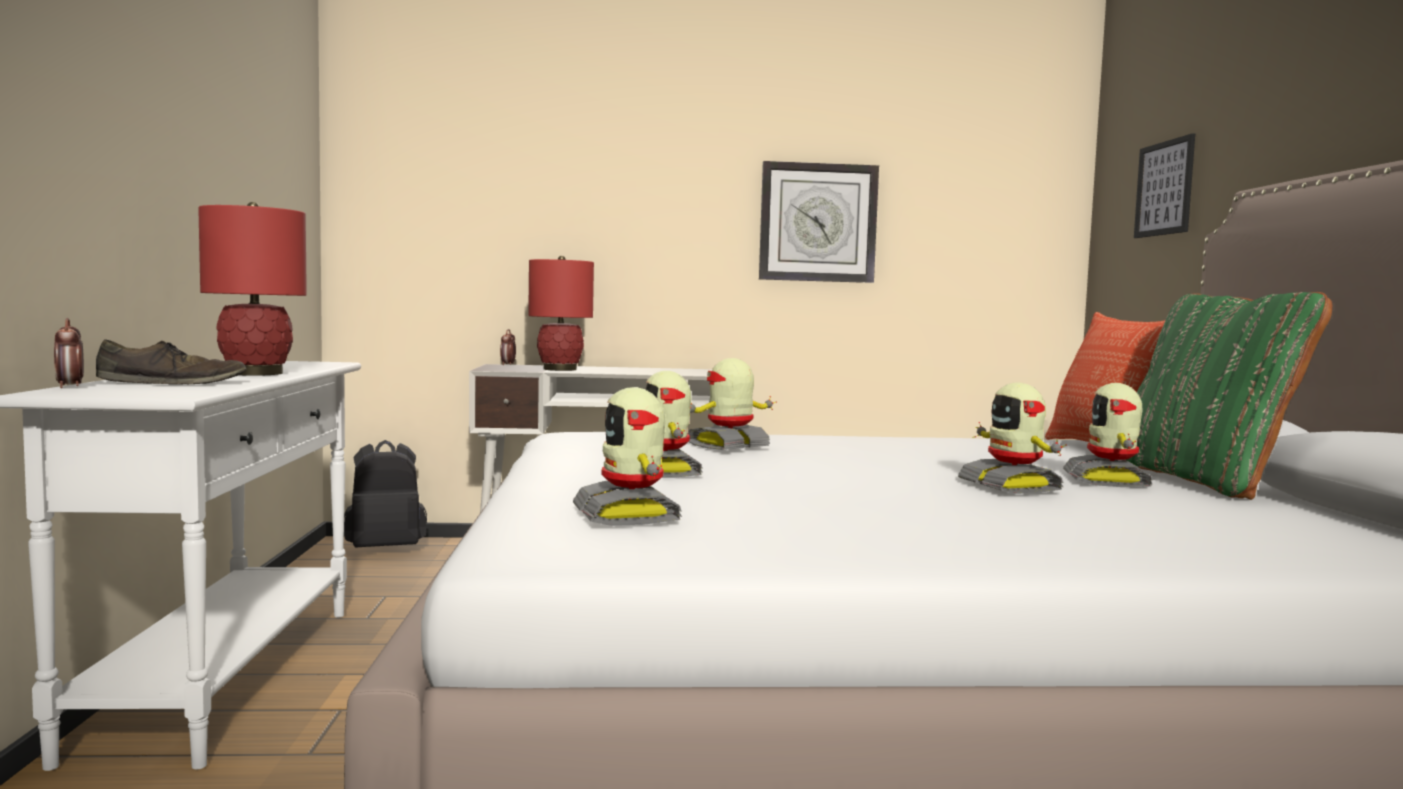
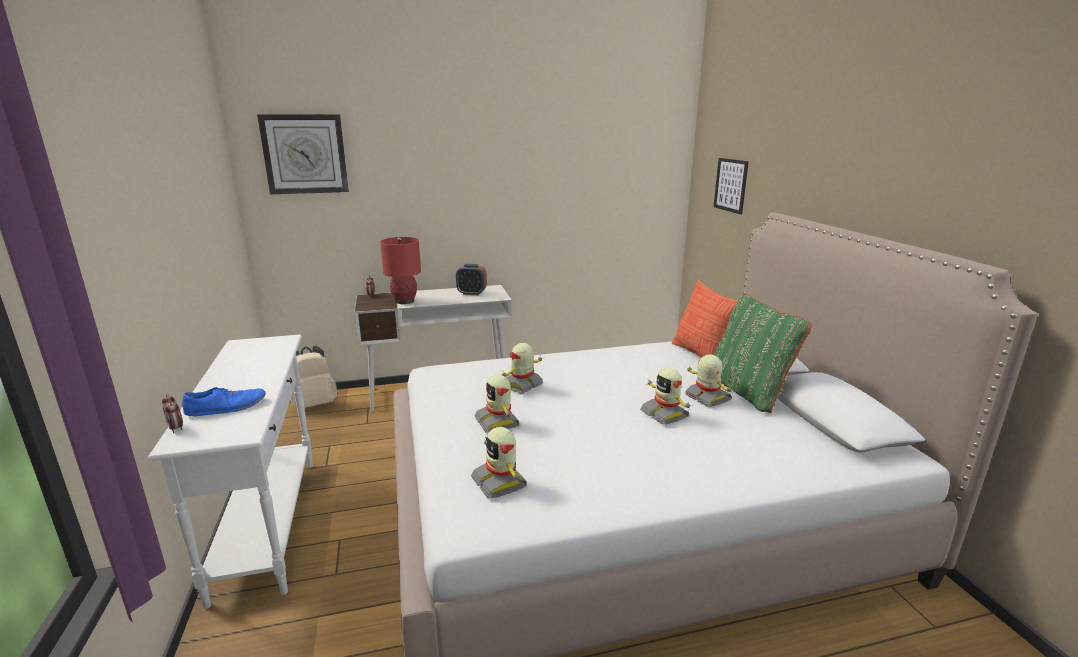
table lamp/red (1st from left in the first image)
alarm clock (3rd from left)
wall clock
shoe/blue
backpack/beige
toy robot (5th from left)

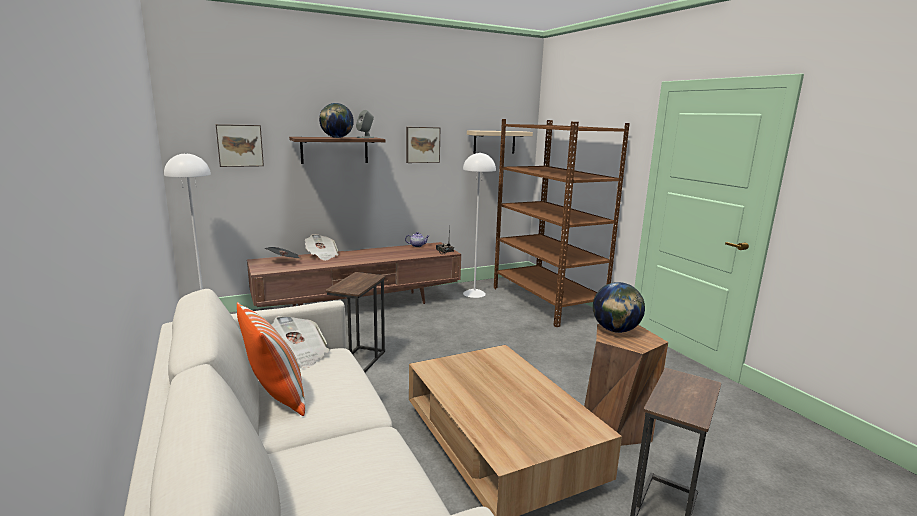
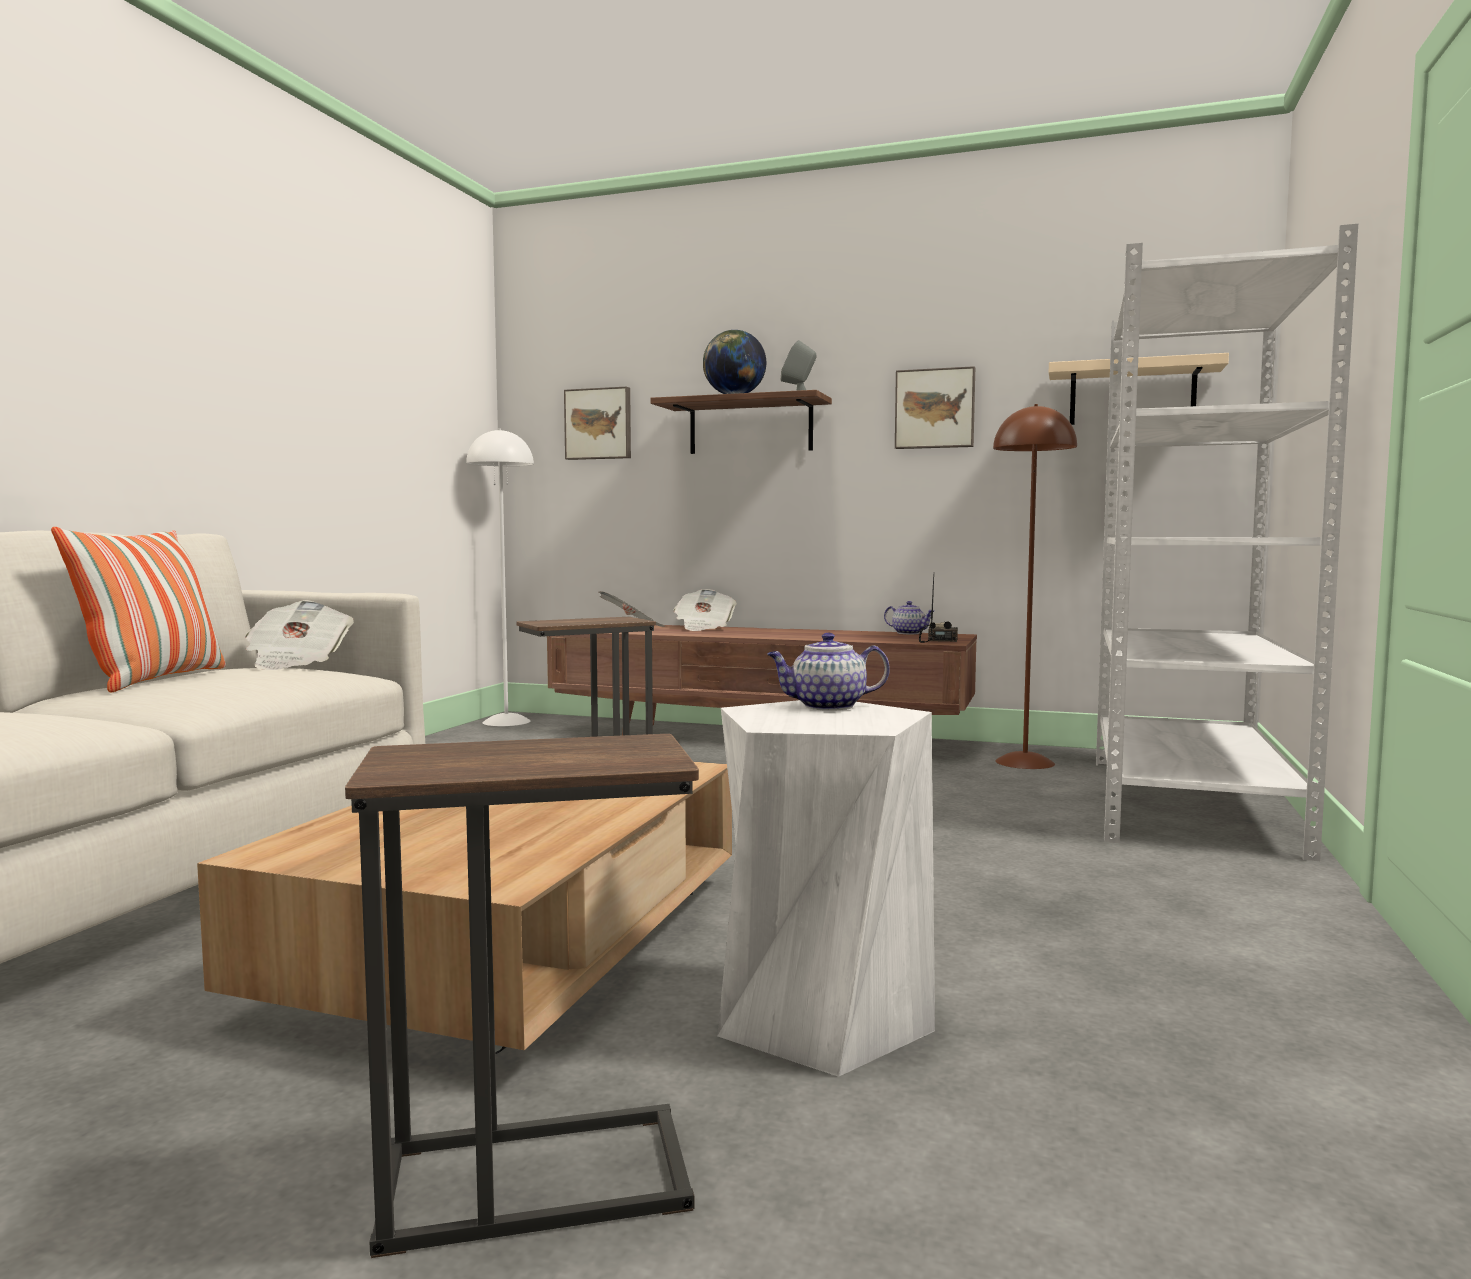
teapot (1st from left)
floor lamp/brown
bookcase/white
stool/white

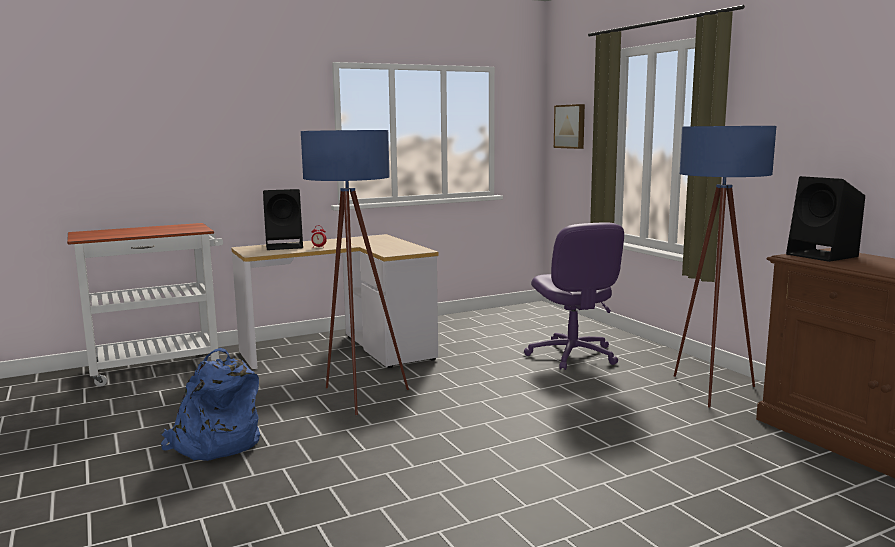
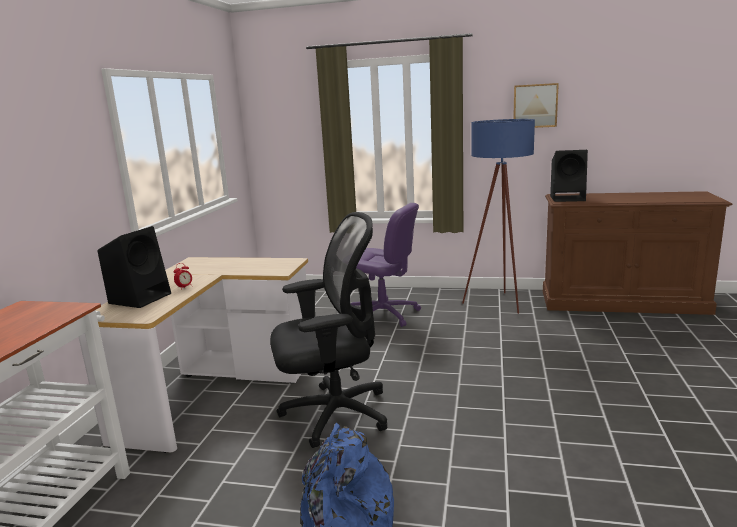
picture
office chair/black

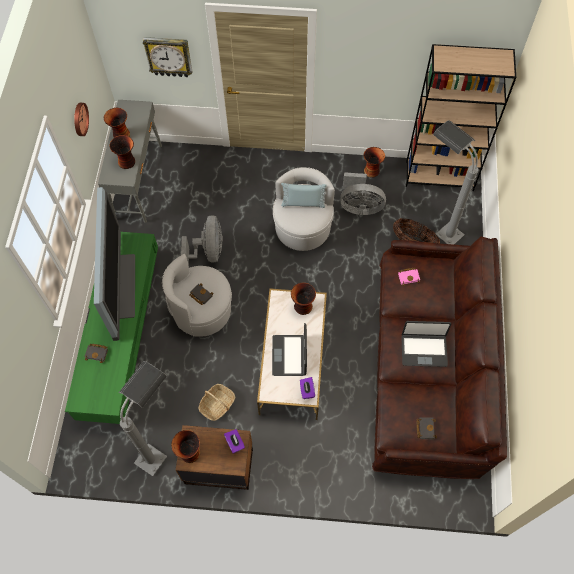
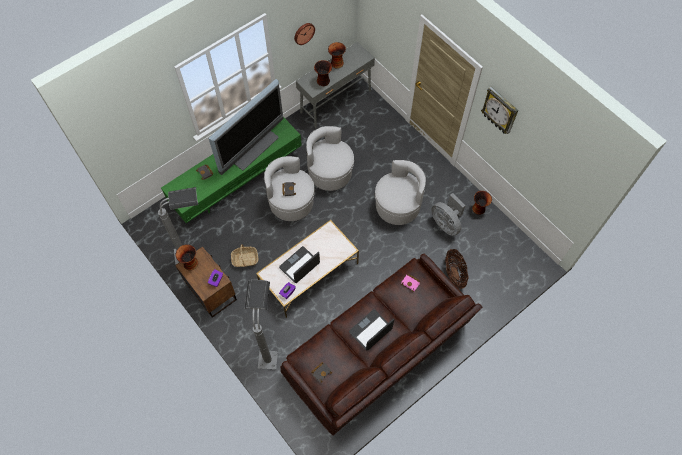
pillow/blue
vase (4th from left in the first image)
bookcase/beige
wall clock (2nd from left)
floor lamp/grey (2nd from left)
armchair/white (2nd from left)
laptop (2nd from left)

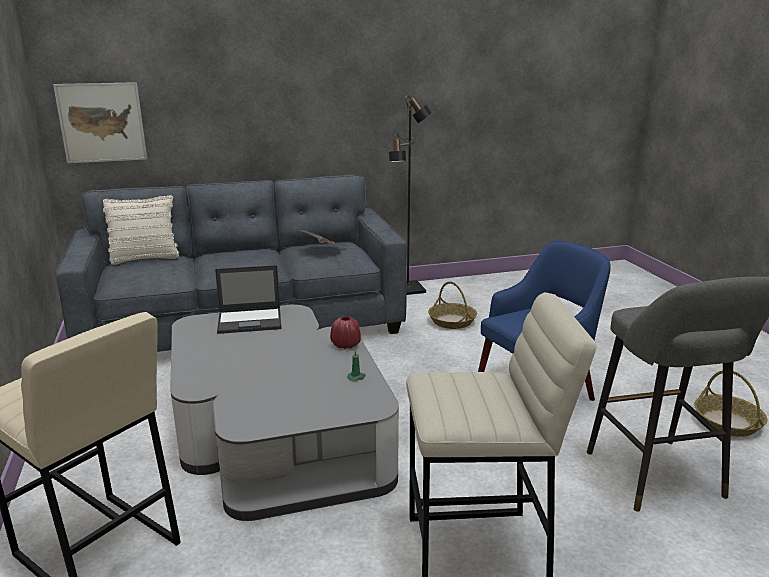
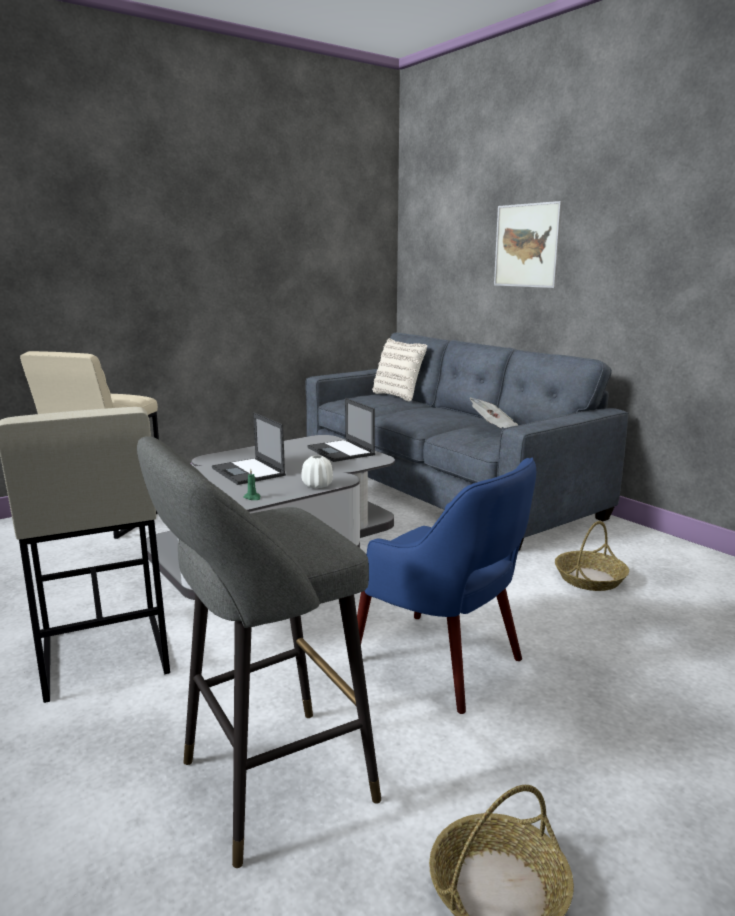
floor lamp/black
laptop (1st from left)
picture
vase/white

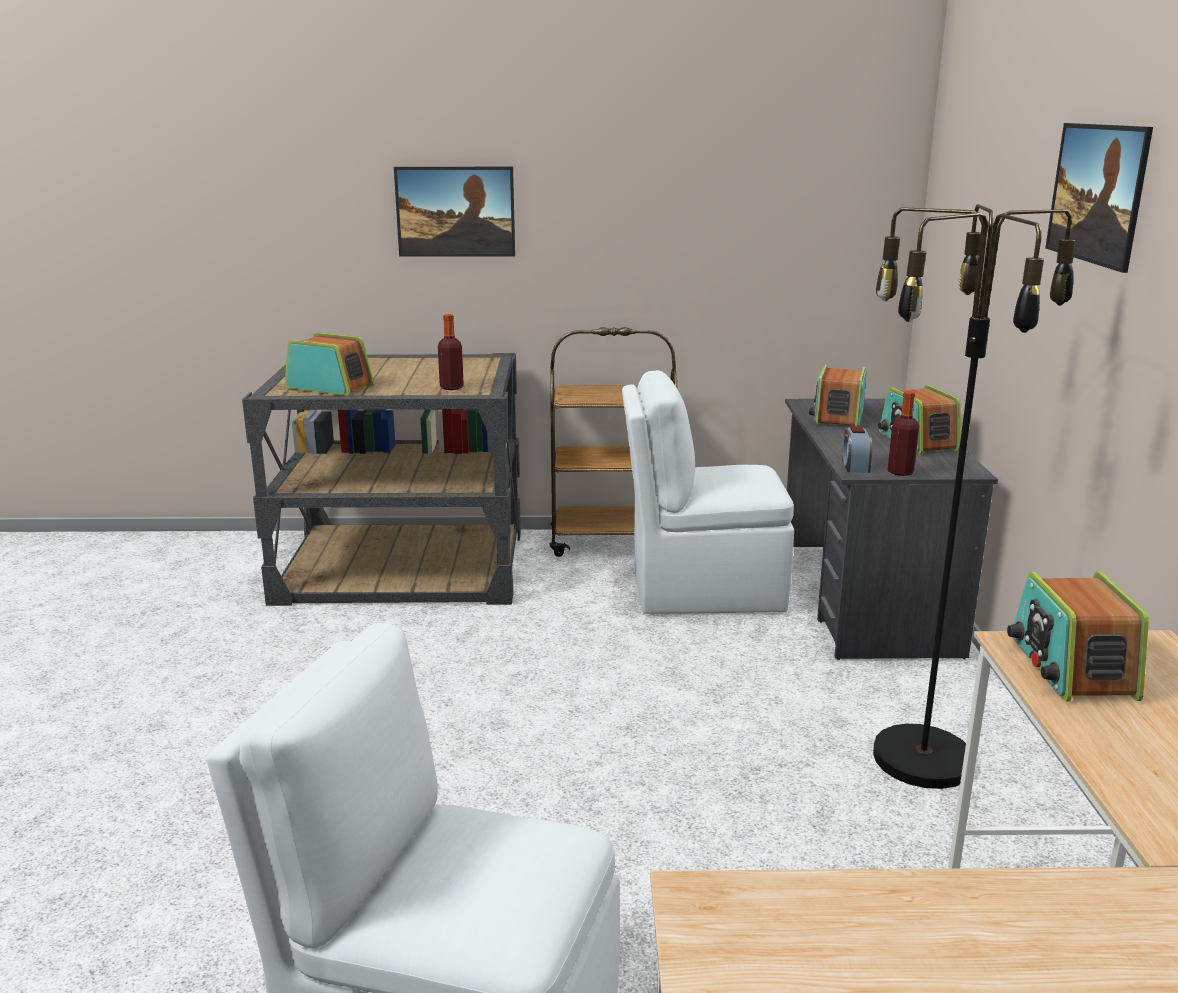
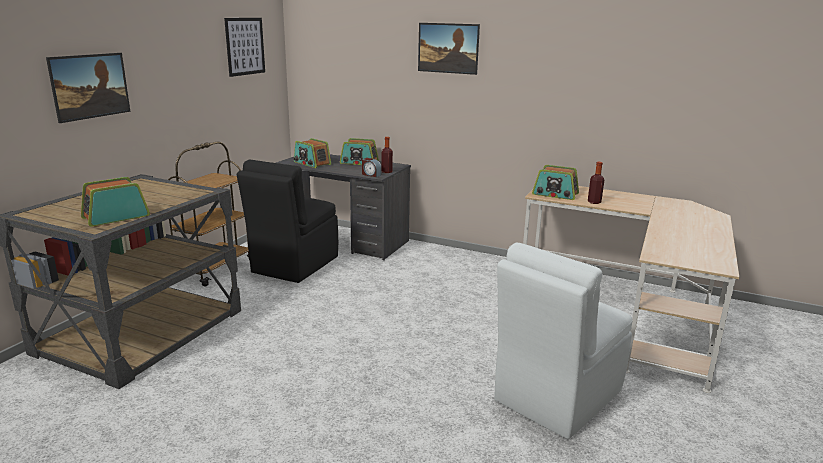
floor lamp
picture (2nd from left)
bottle (2nd from left)
chair/black

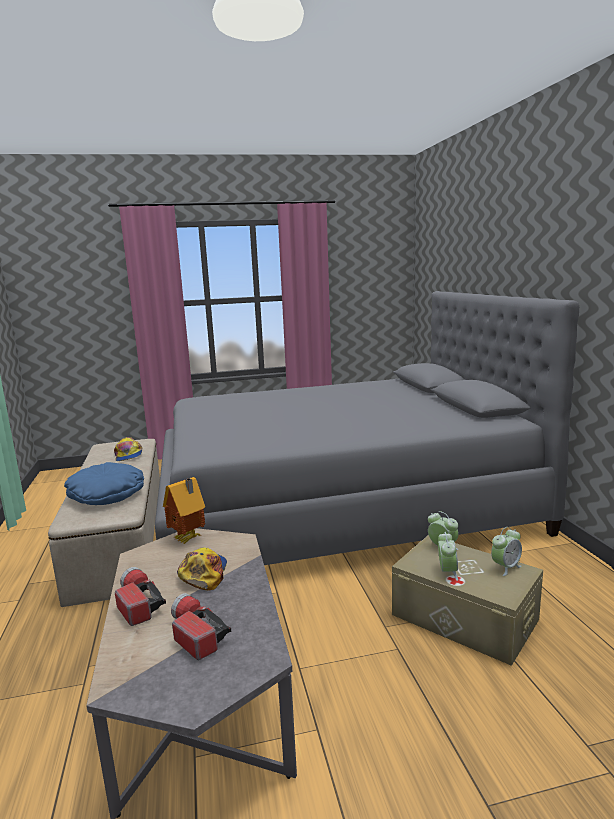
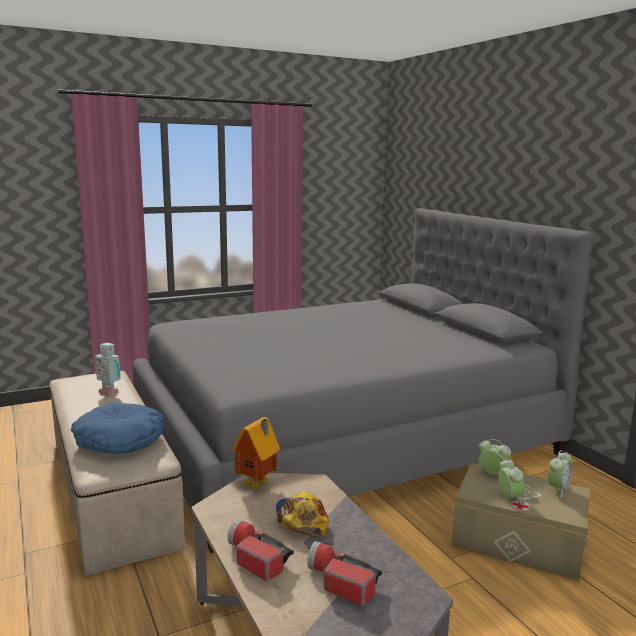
toy robot

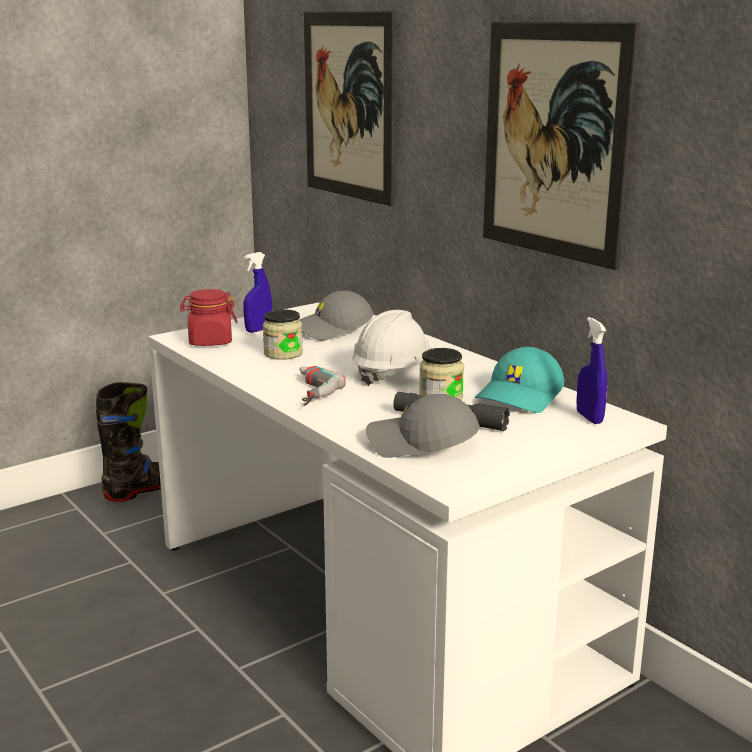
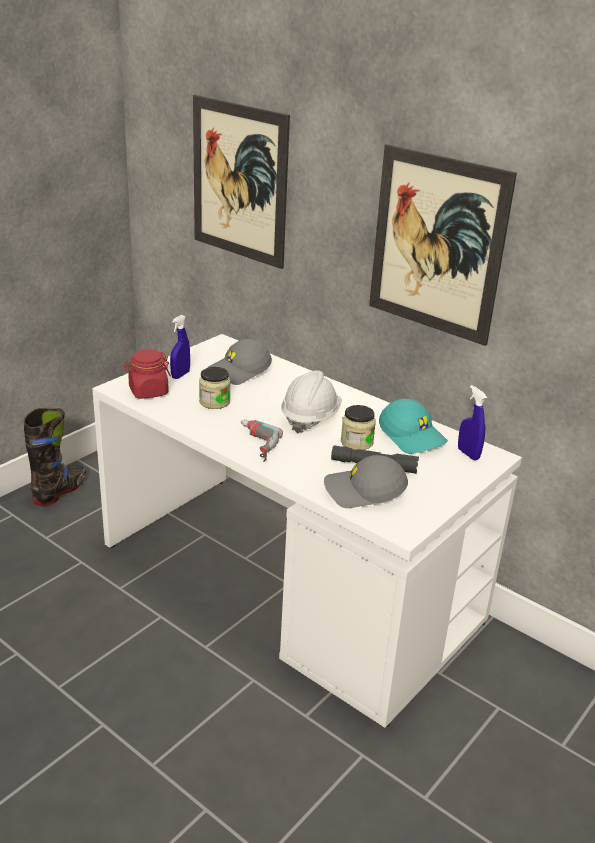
cap/turquoise

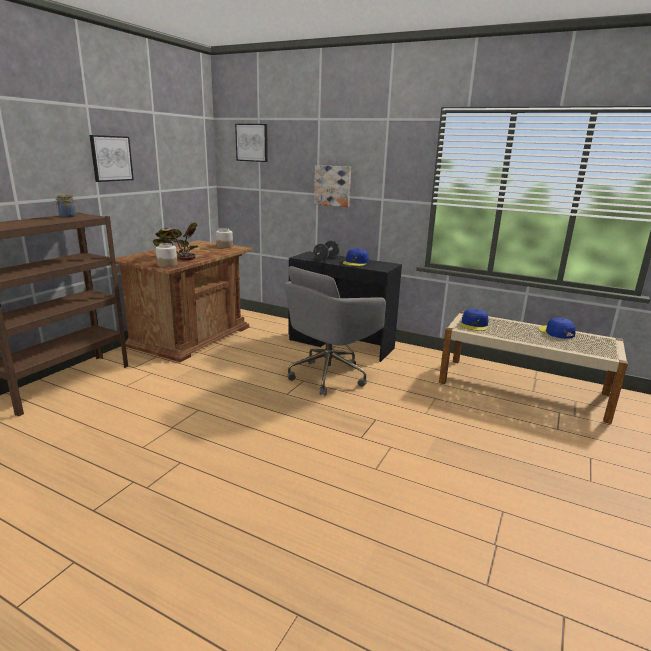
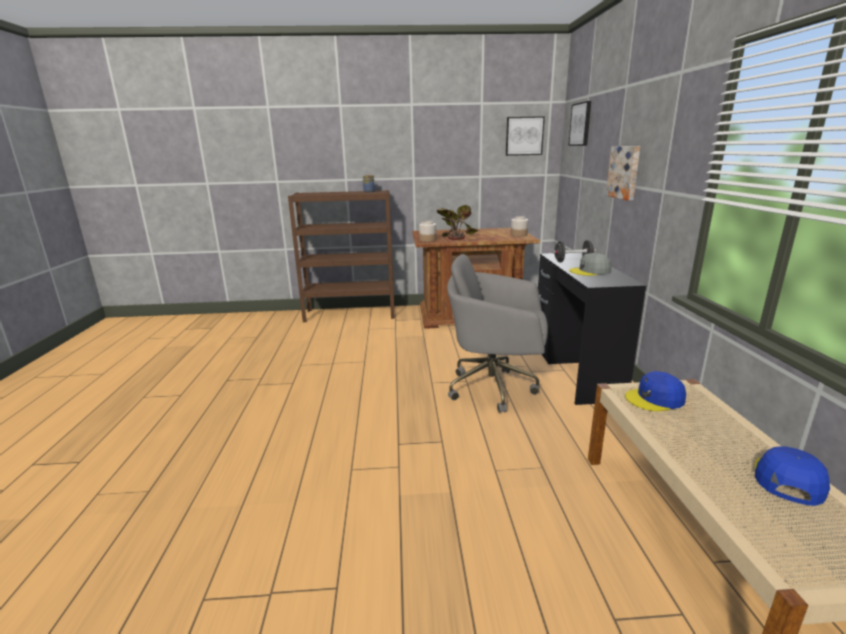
picture (1st from left)
cap/grey

